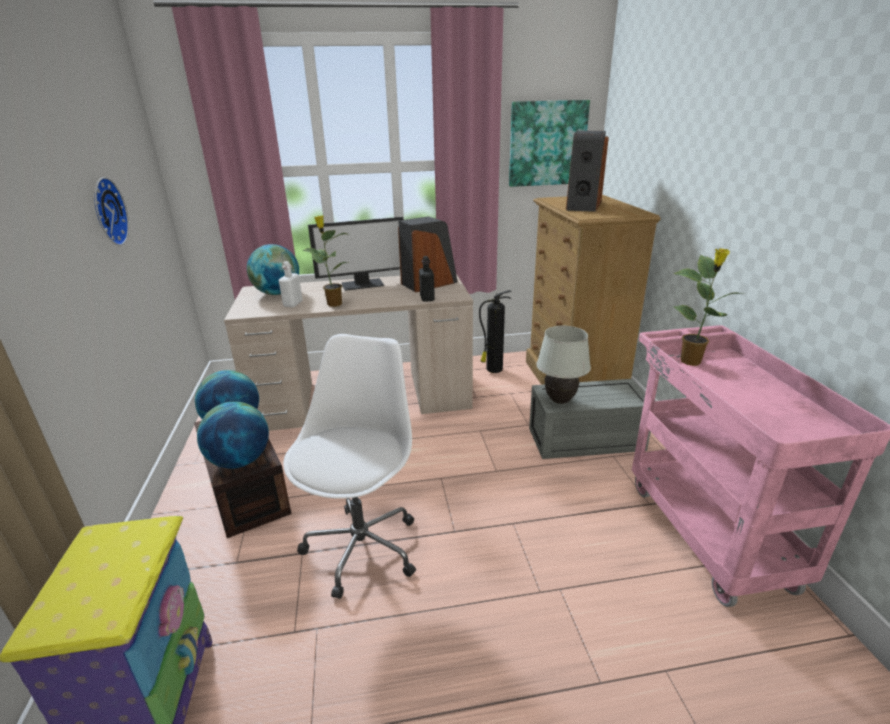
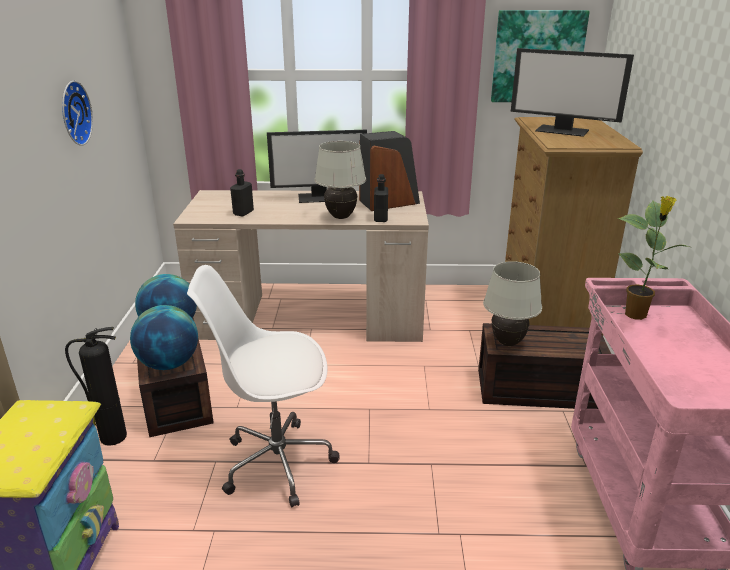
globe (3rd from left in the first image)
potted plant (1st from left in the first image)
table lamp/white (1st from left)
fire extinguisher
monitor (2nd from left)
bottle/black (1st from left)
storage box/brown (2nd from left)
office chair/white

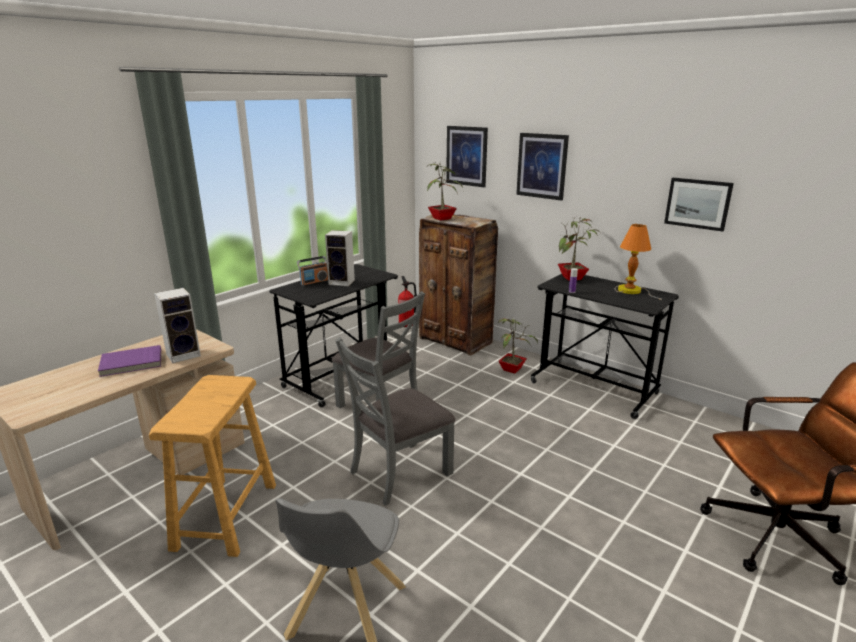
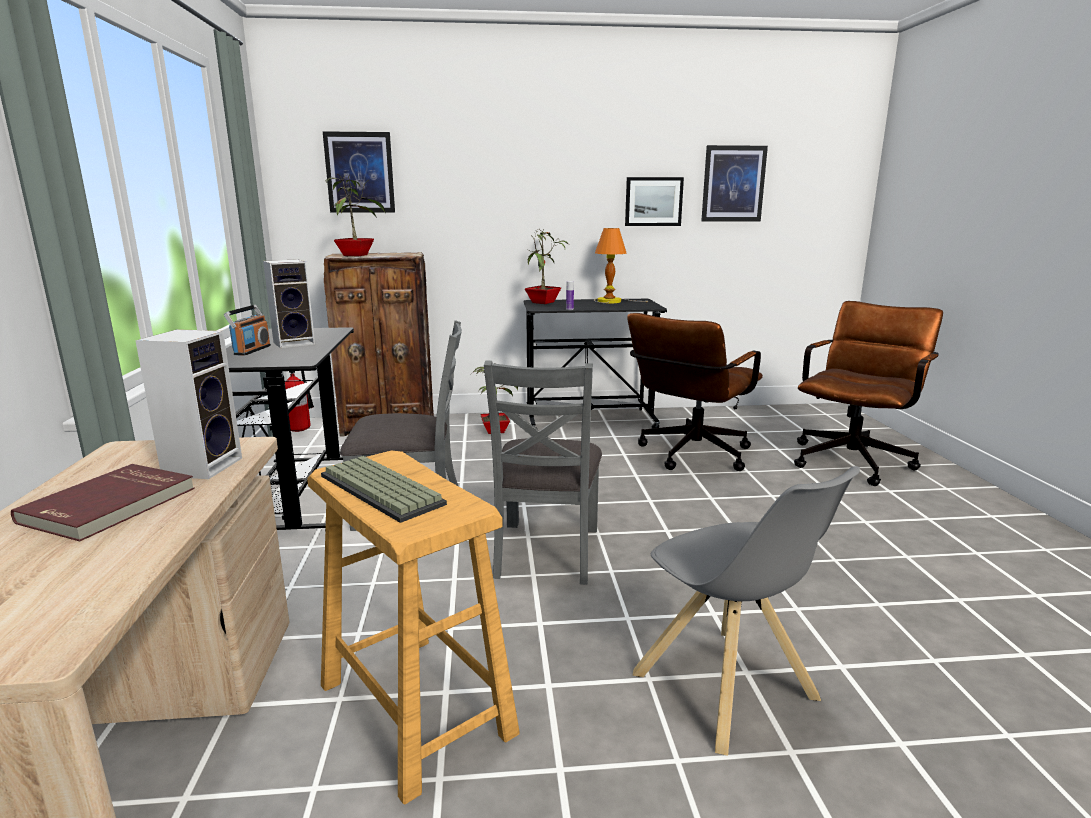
keyboard
office chair/brown (1st from left)
picture (3rd from left)
book/red

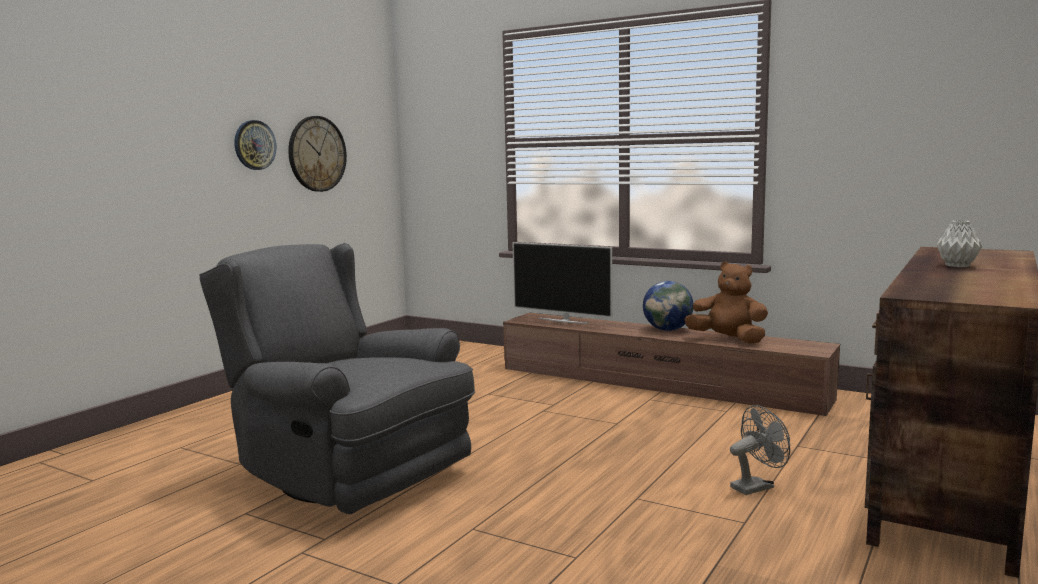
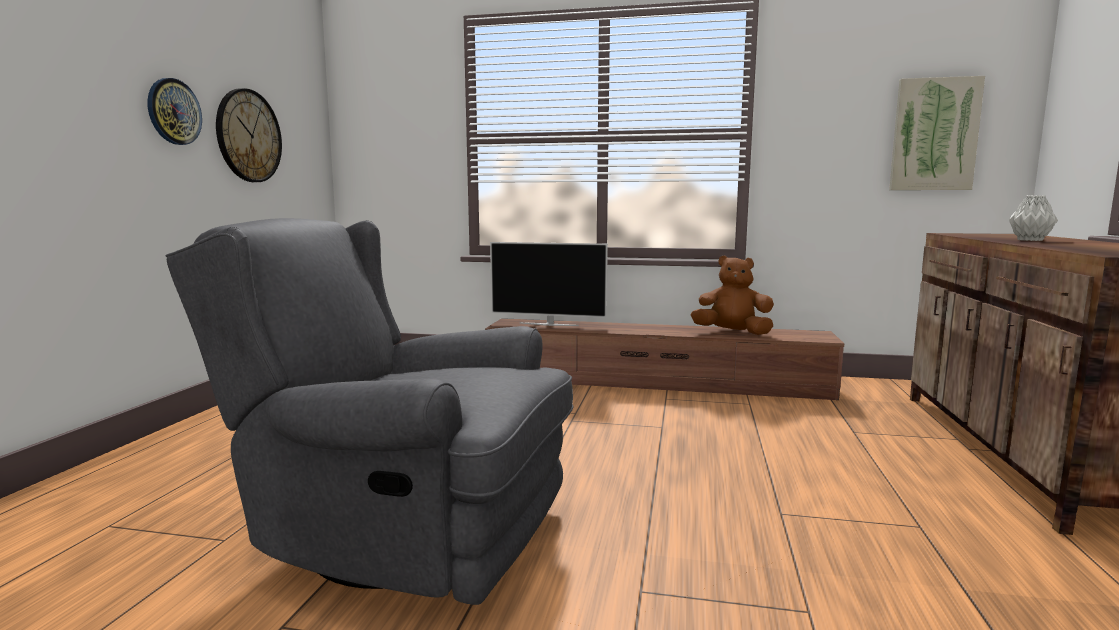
globe
fan/grey
picture

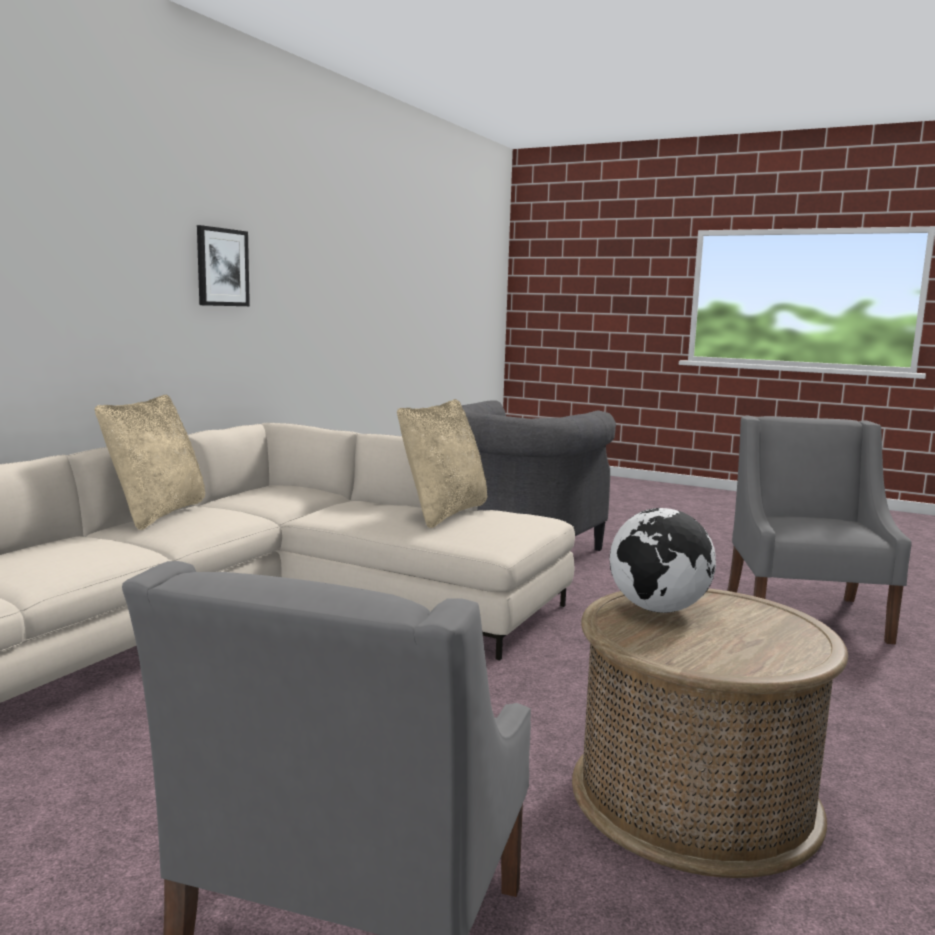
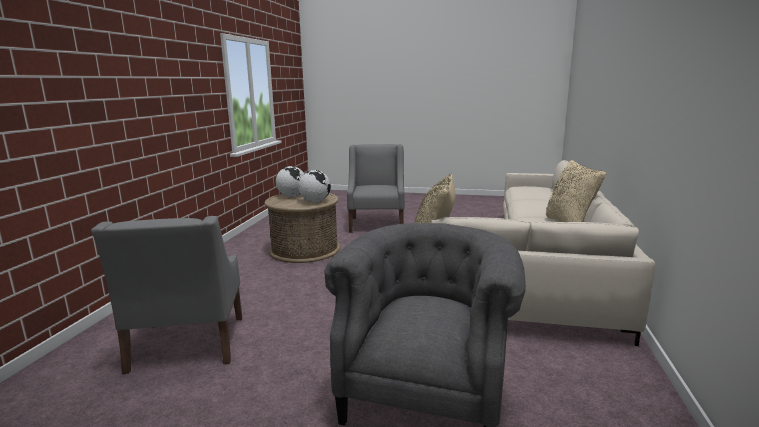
picture
globe (1st from left)

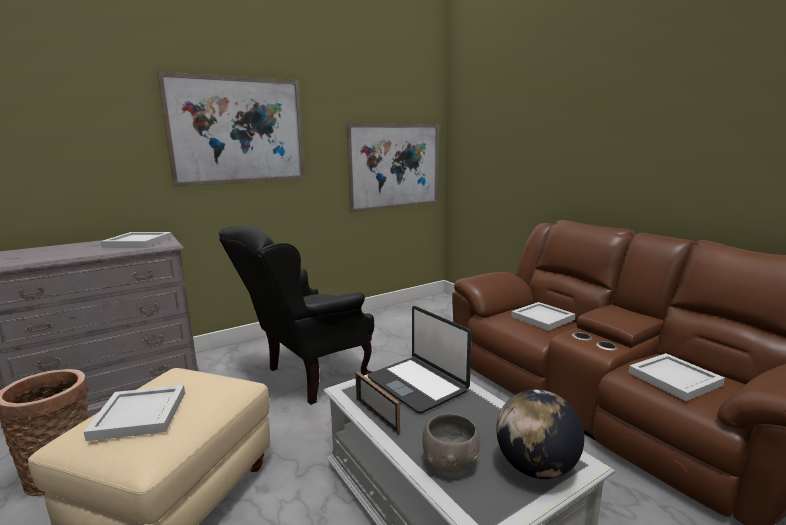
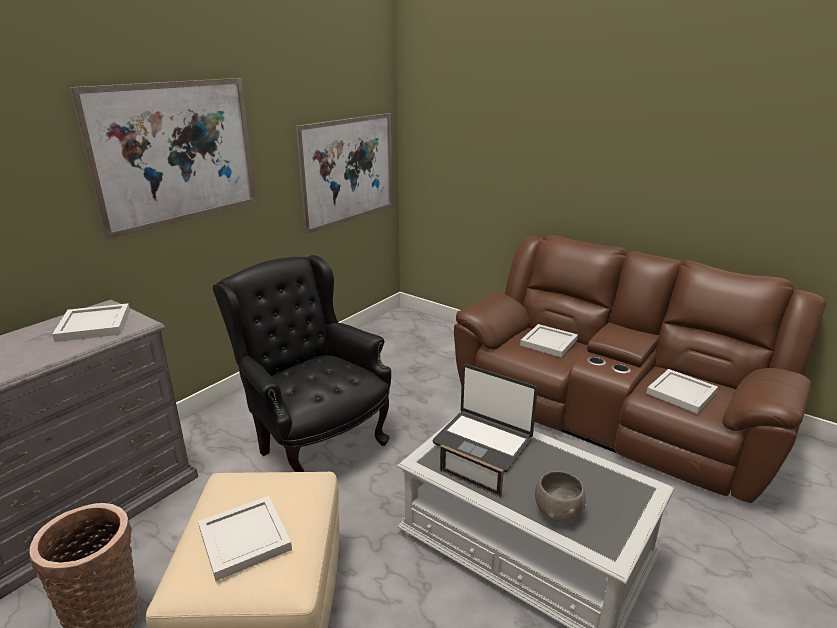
globe
armchair/black

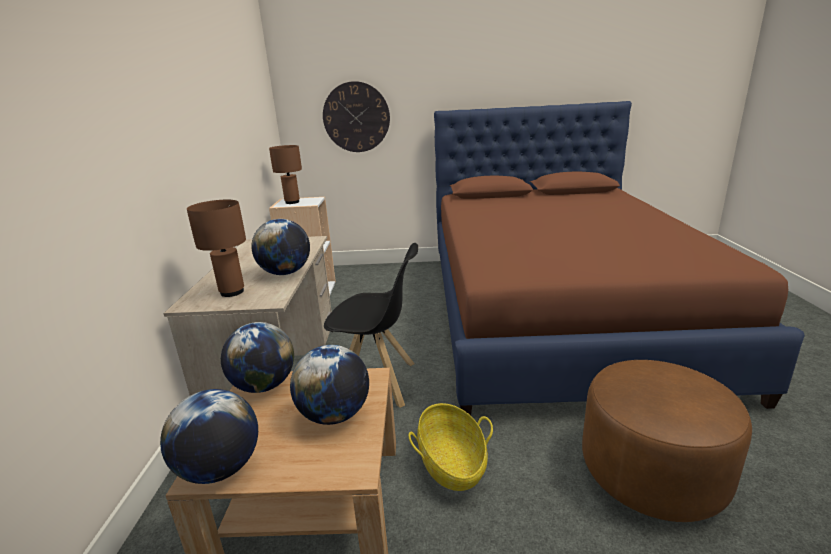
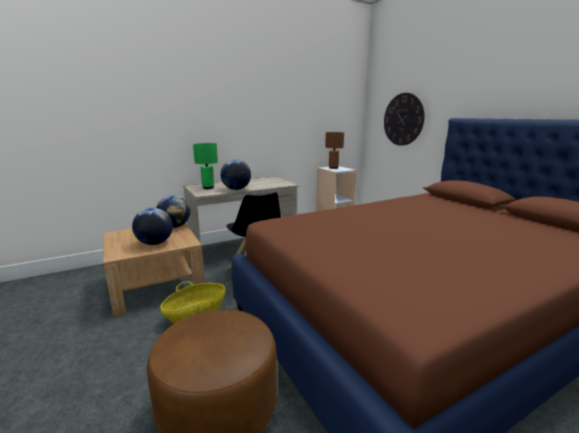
globe (1st from left in the first image)
table lamp/green

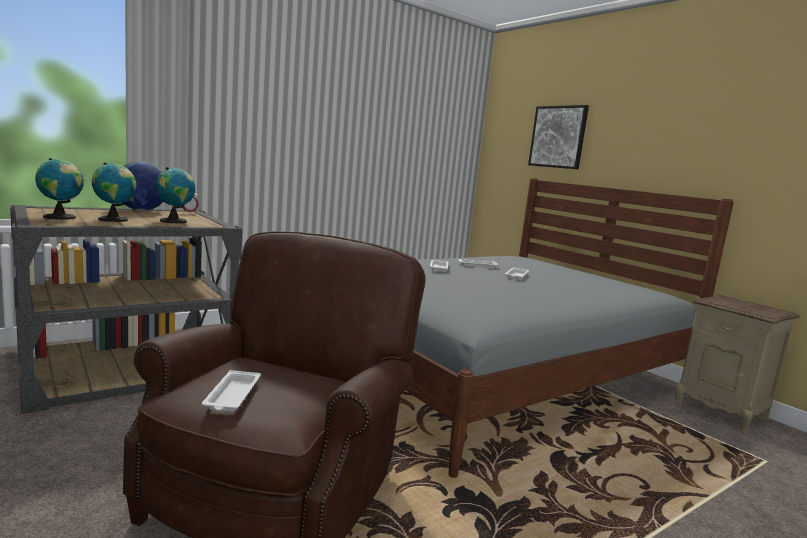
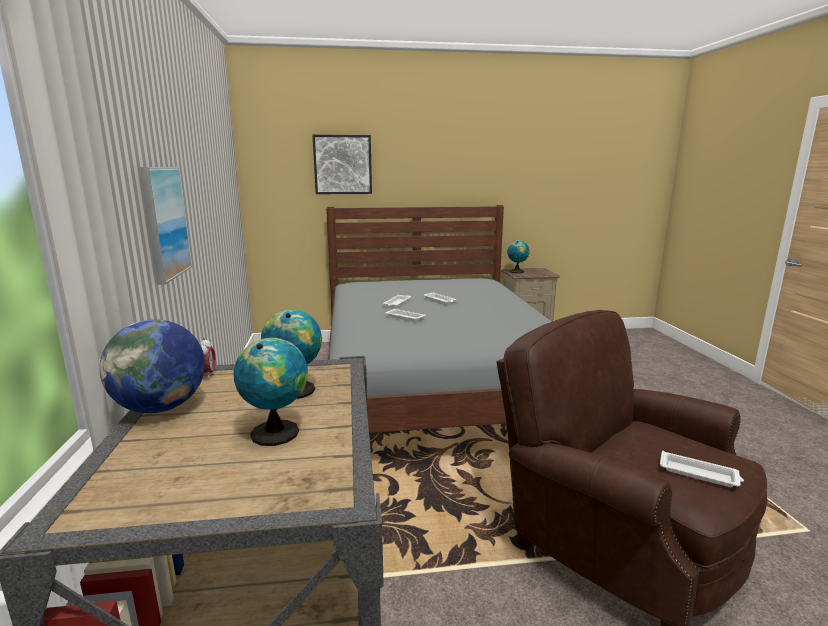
picture (1st from left)
globe (4th from left)

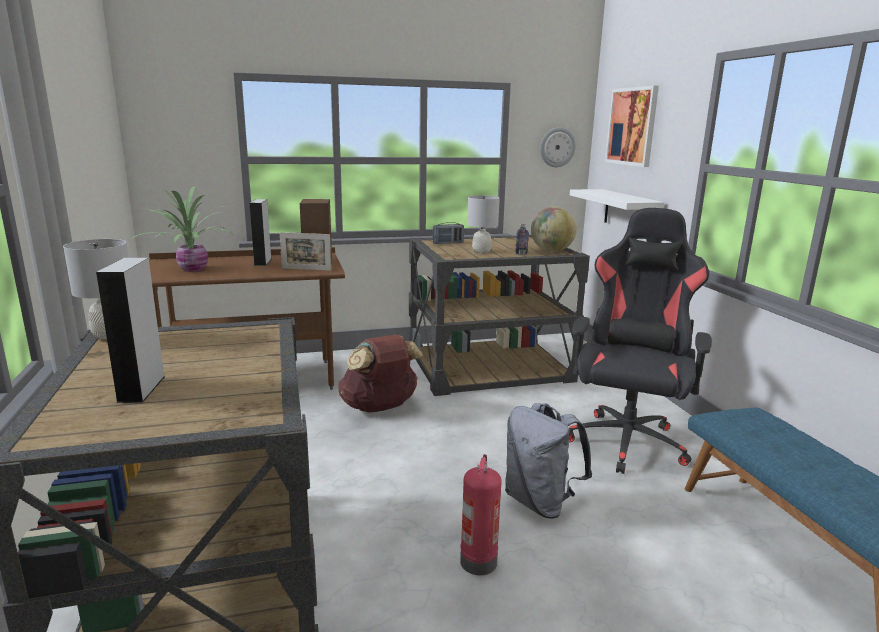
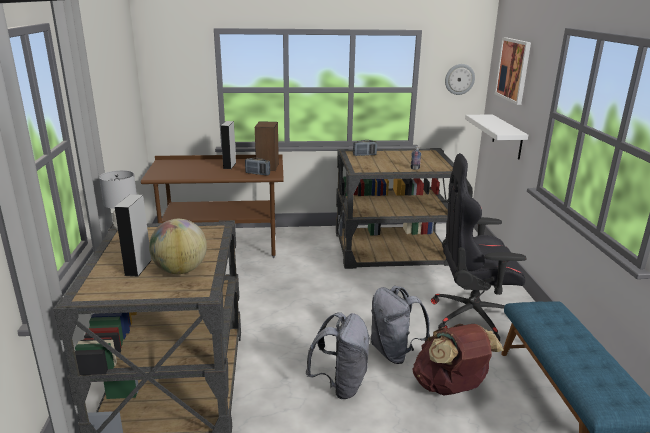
potted plant
table lamp/grey (2nd from left in the first image)
backpack/brown
globe
radio (1st from left)
backpack/grey (1st from left)
office chair/black

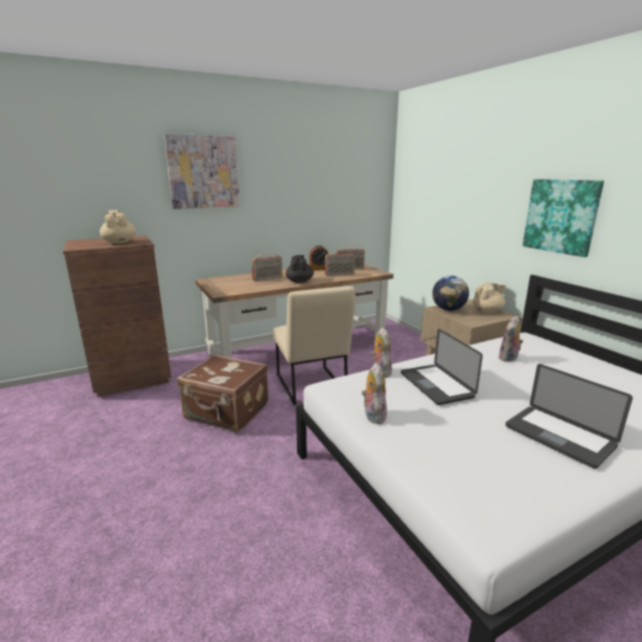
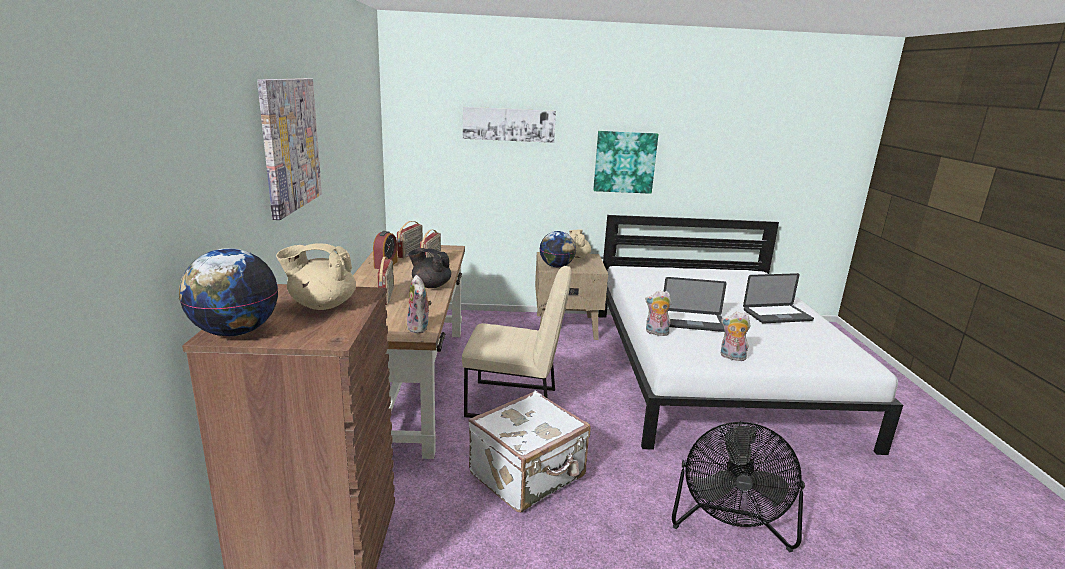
globe (1st from left)
picture (2nd from left)
fan/black
plush toy (1st from left)
suitcase/white

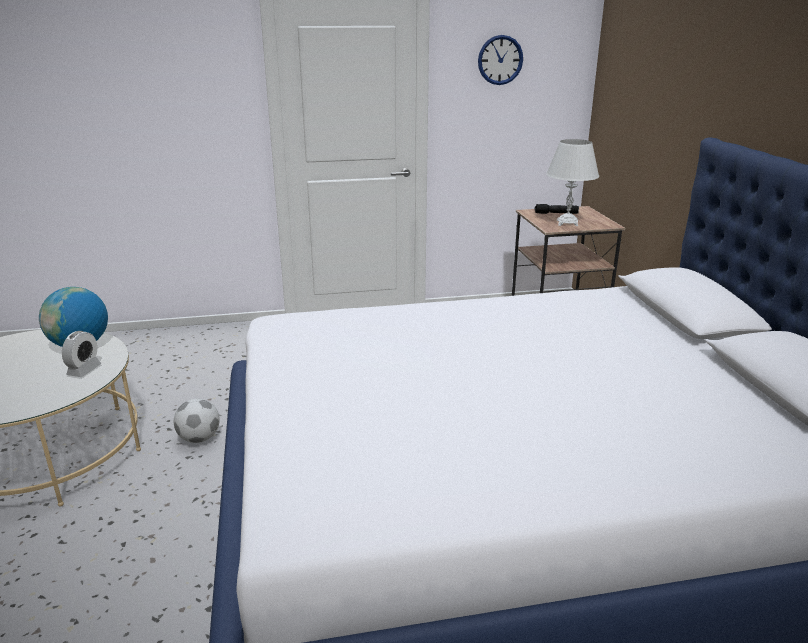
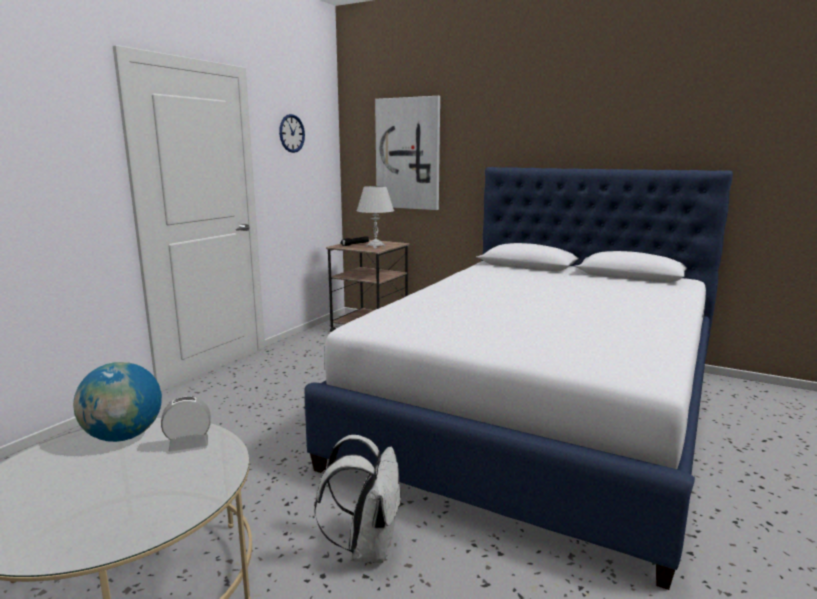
football
backpack/white
picture
alarm clock

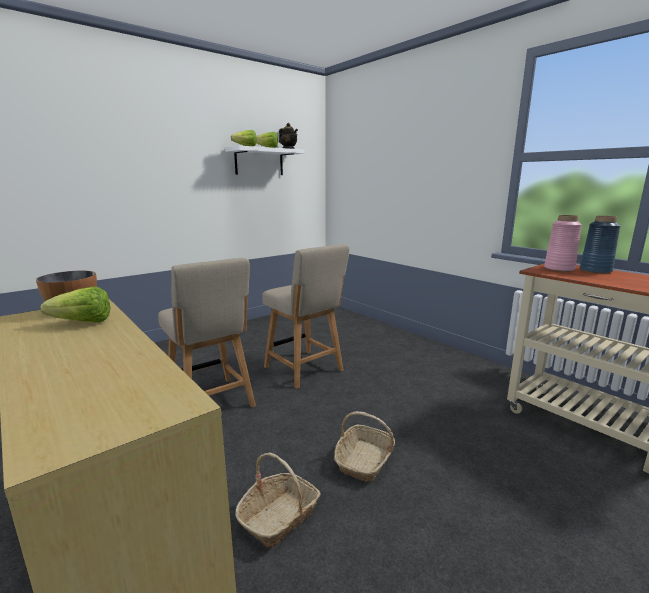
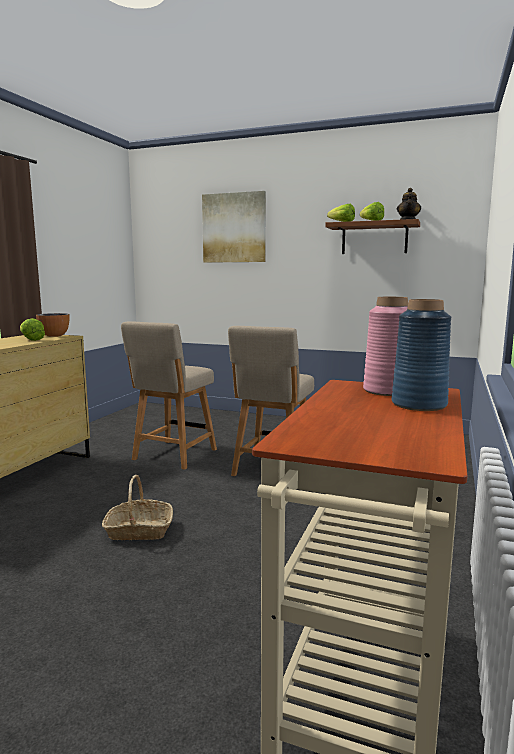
basket (1st from left in the first image)
picture
shelf/brown

